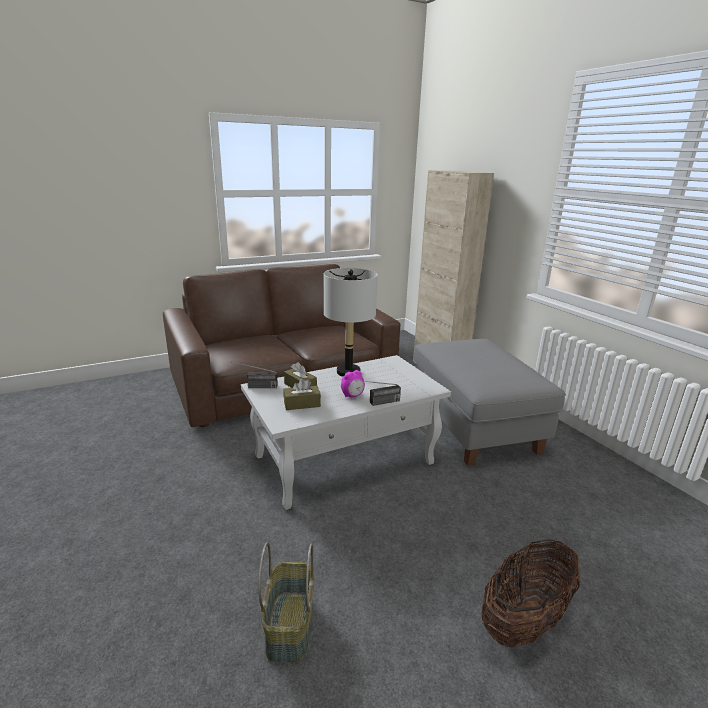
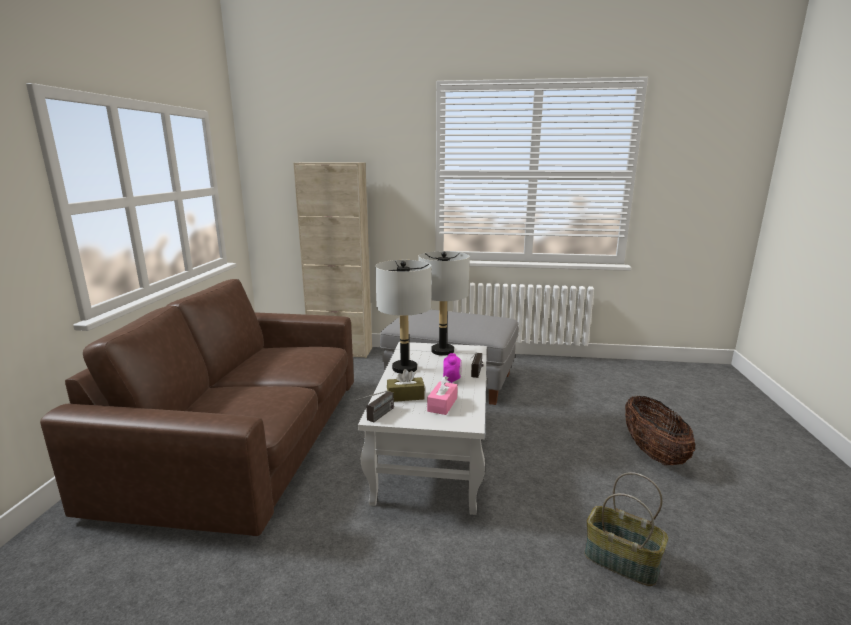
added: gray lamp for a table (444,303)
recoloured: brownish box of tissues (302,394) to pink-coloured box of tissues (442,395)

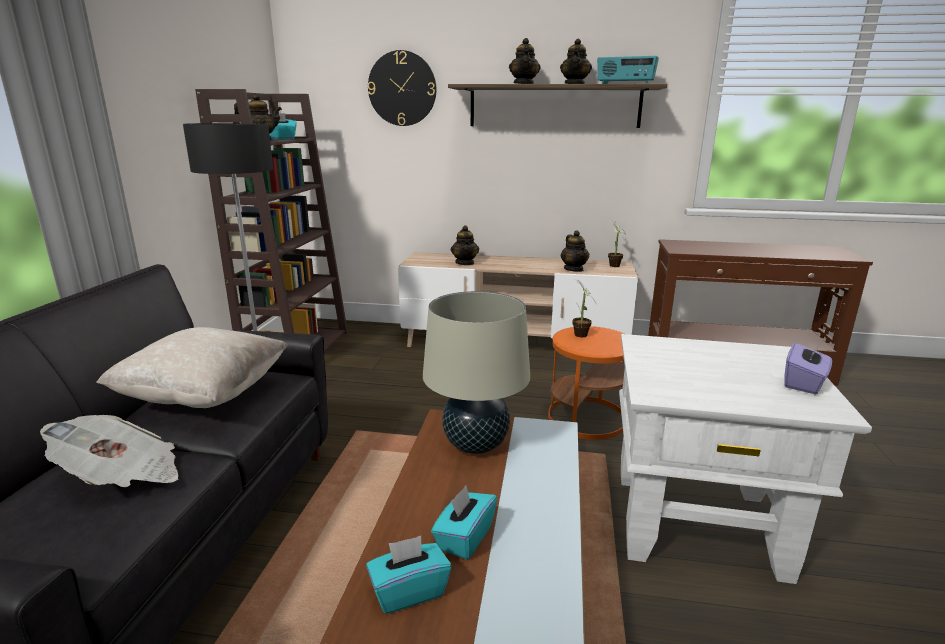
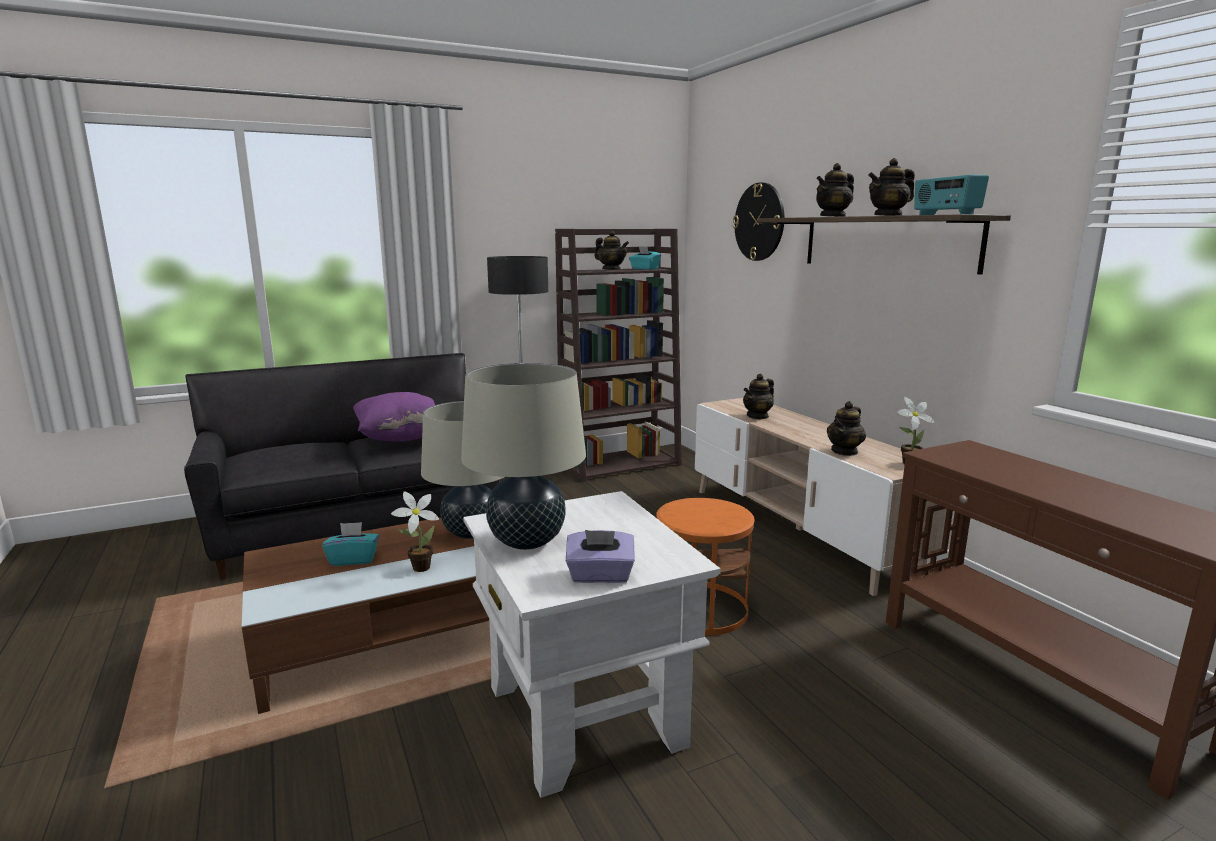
removed: newspaper (109,451); turquoise box of tissues (408,575)
added: beige lamp for a table (523,456)
moved: houseplant (584,308) to (415,532)
recoloured: beige throw pillow (192,367) to purplish throw pillow (394,417)

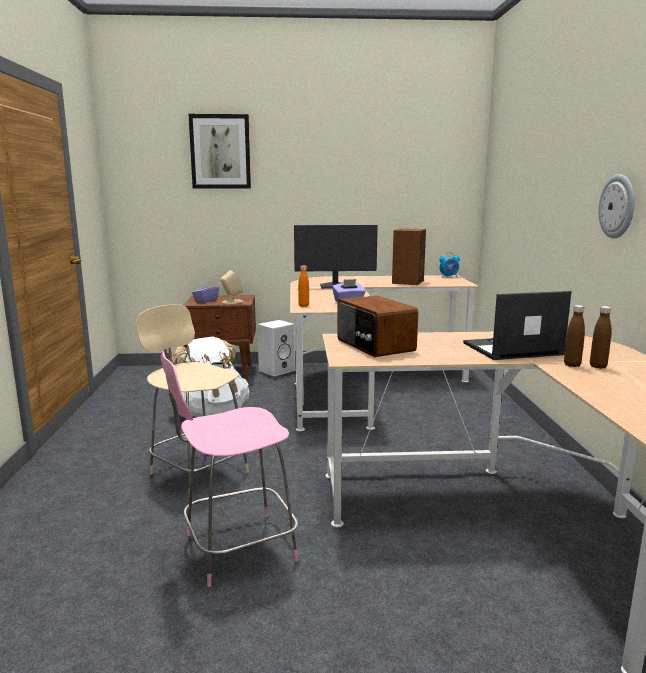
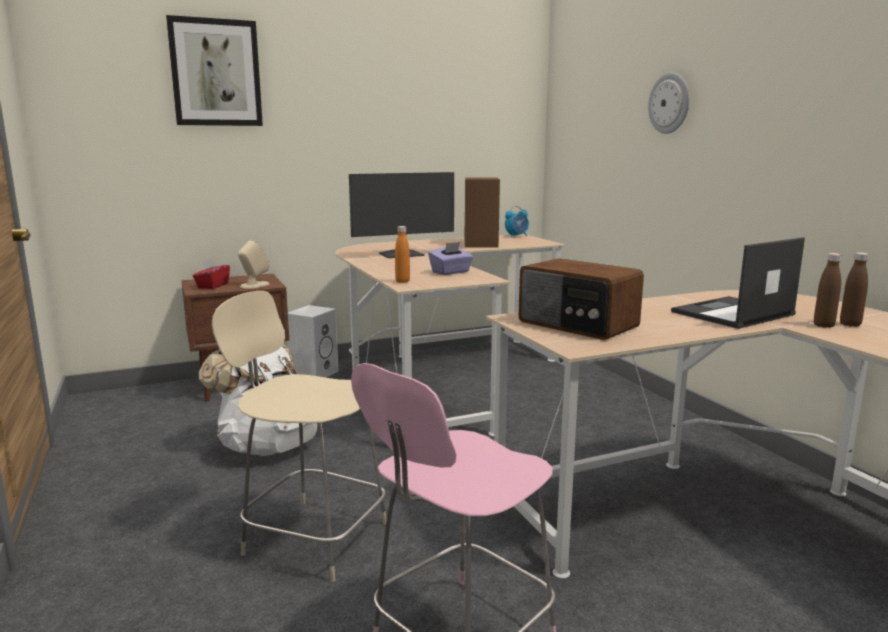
moved: wall clock (616,206) to (668,103)
recoloured: purplish box of tissues (205,292) to red box of tissues (211,273)

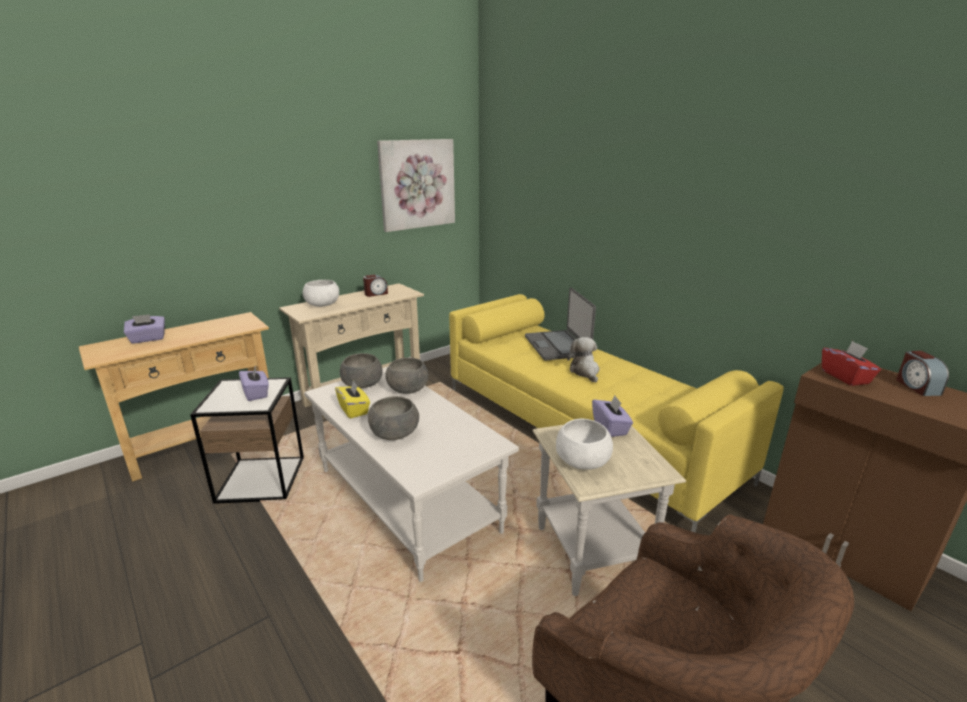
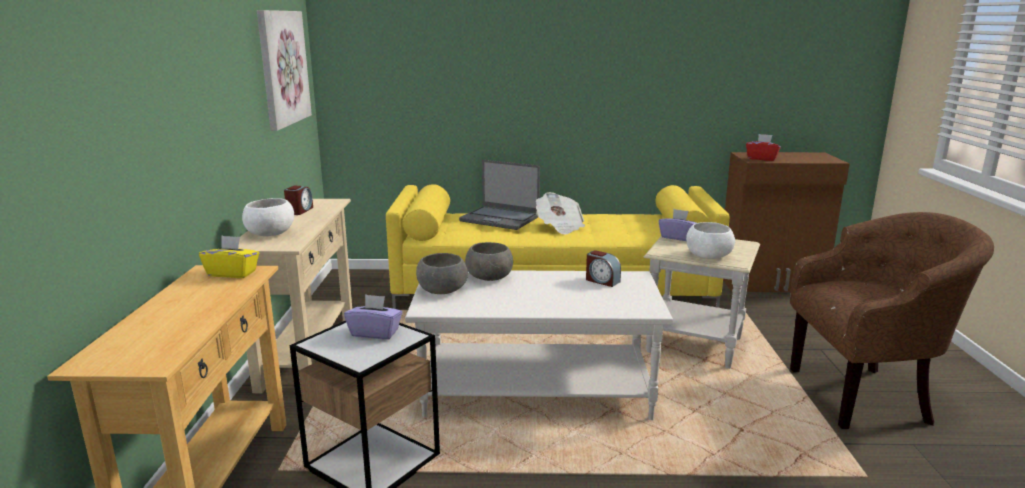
removed: purplish box of tissues (144,329); gray bowl (393,418)
moved: alarm clock (922,373) to (603,268); yellow-coloured box of tissues (352,399) to (229,256)
replaced: cuddly toy (583,360) to newspaper (560,213)

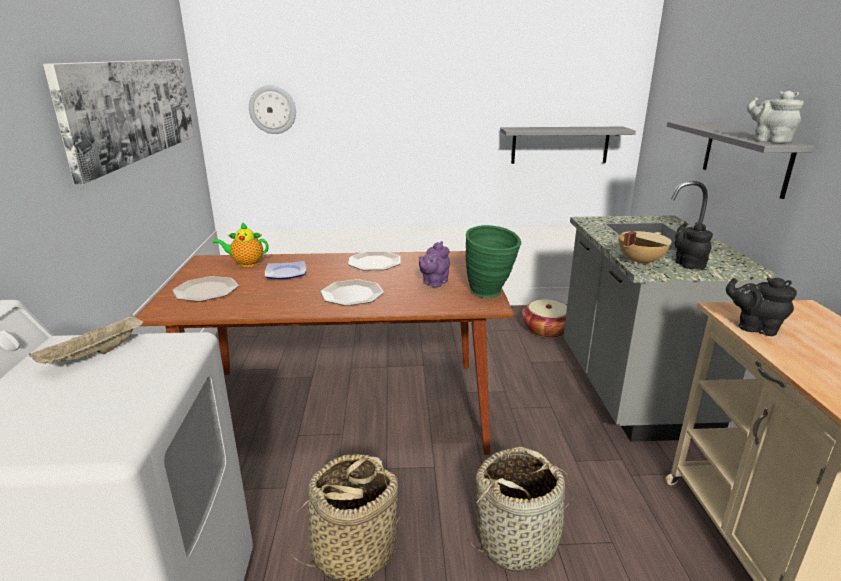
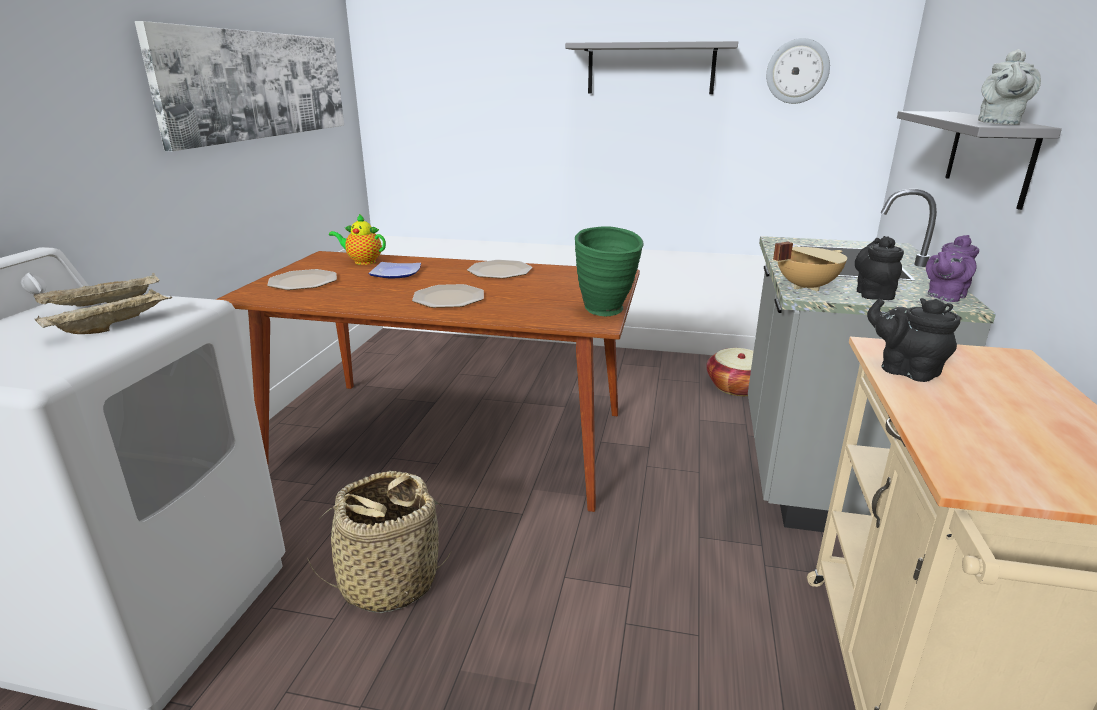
removed: household basket (523,509)
added: beige tray (103,311)
moved: wall clock (272,109) to (798,71); gray wall shelf (568,145) to (651,67); purplish tea pot (434,264) to (952,268)
turned: gray tea pot (775,116) = (1009,87) 135 degrees counterclockwise

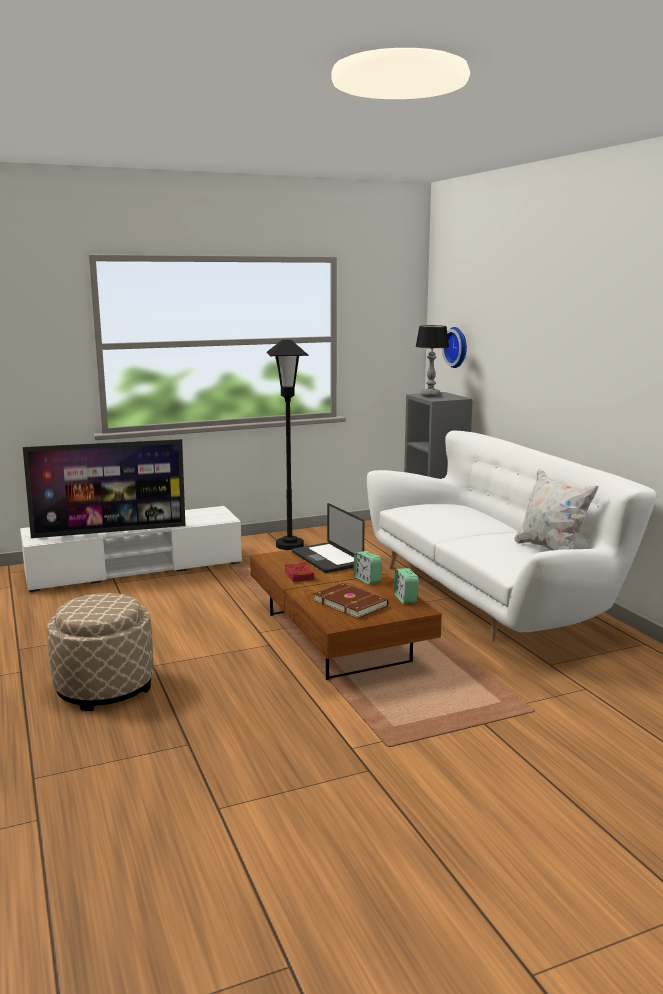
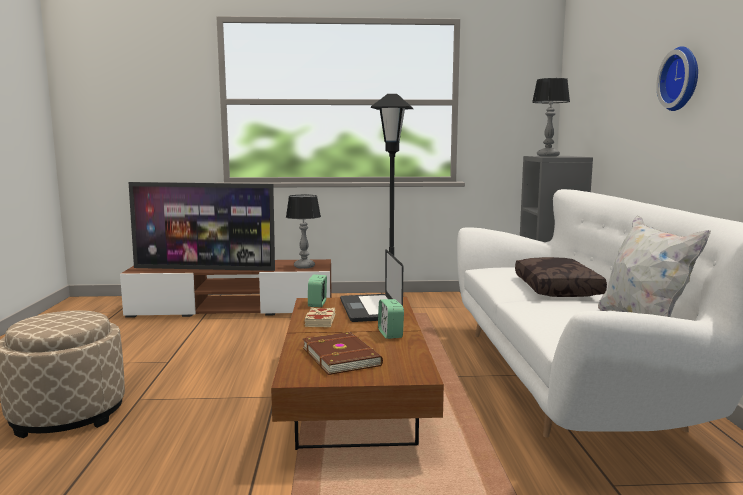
added: lamp for a table (303,232); brownish throw pillow (561,277)
moved: wall clock (454,347) to (677,78); alarm clock (406,586) to (317,290)
recoloured: white tv stand (131,549) to brownish tv stand (226,288); red volume (299,572) to beige volume (319,317)

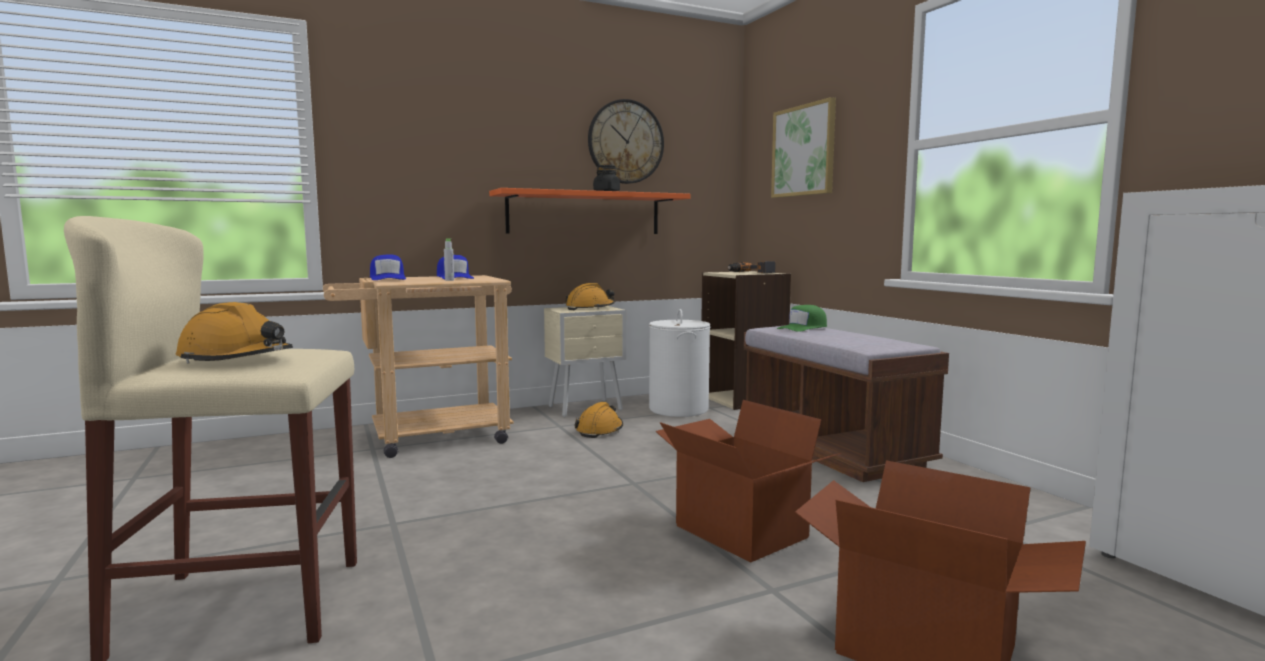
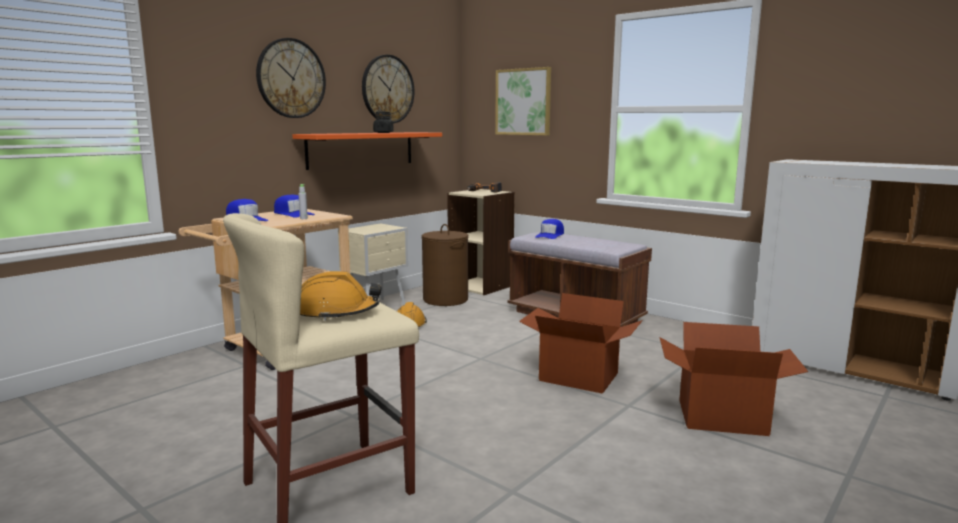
removed: orange-coloured hard hat (590,296)
added: wall clock (291,78)
recoloured: green-coloured baseball cap (802,318) to blue-coloured baseball cap (549,229); white laundry basket (679,363) to brownish laundry basket (445,265)

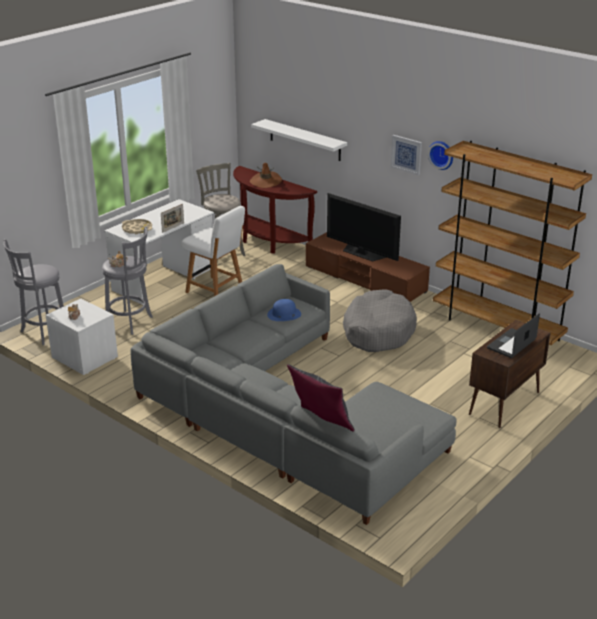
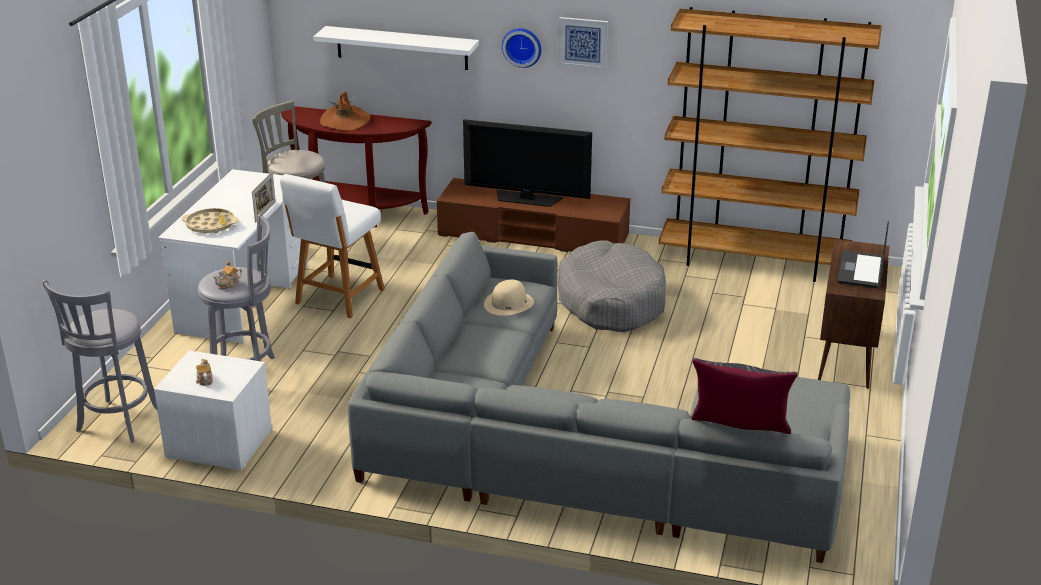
moved: wall clock (440,155) to (521,48)
recoloured: blue-coloured wearable hat (284,310) to beige wearable hat (509,297)
turned: white upright chair (213,251) = (332,246) 105 degrees clockwise

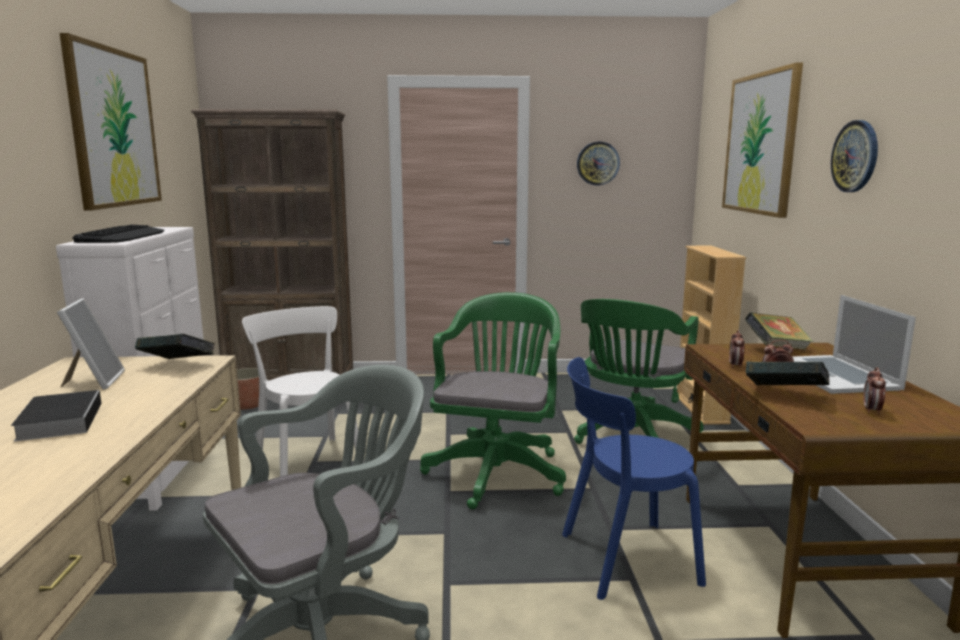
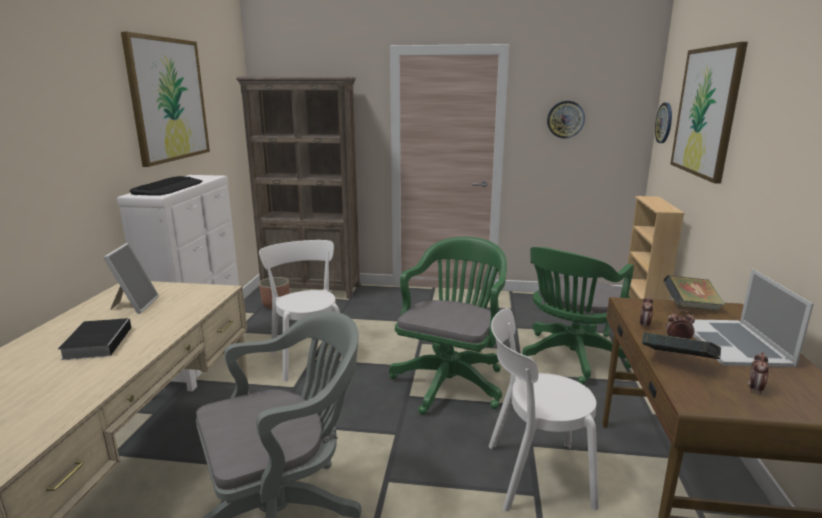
removed: volume (175,346)
moved: wall clock (854,156) to (663,123)
recoloured: blue-coloured upright chair (634,478) to white upright chair (544,409)

